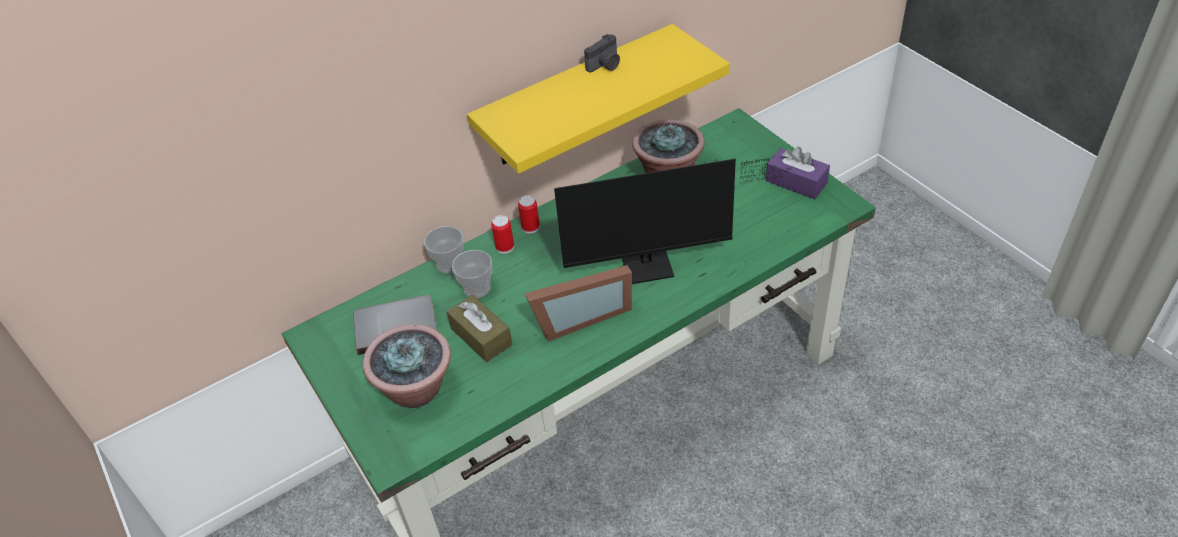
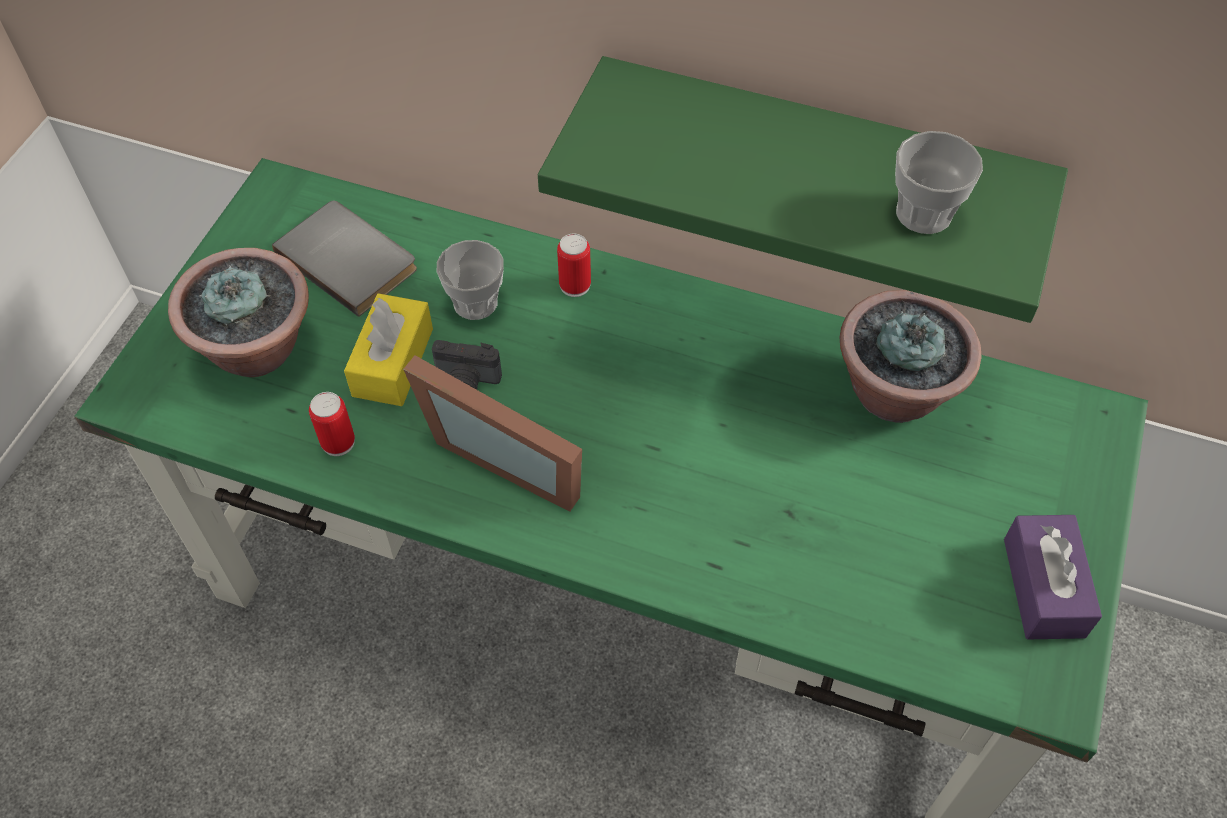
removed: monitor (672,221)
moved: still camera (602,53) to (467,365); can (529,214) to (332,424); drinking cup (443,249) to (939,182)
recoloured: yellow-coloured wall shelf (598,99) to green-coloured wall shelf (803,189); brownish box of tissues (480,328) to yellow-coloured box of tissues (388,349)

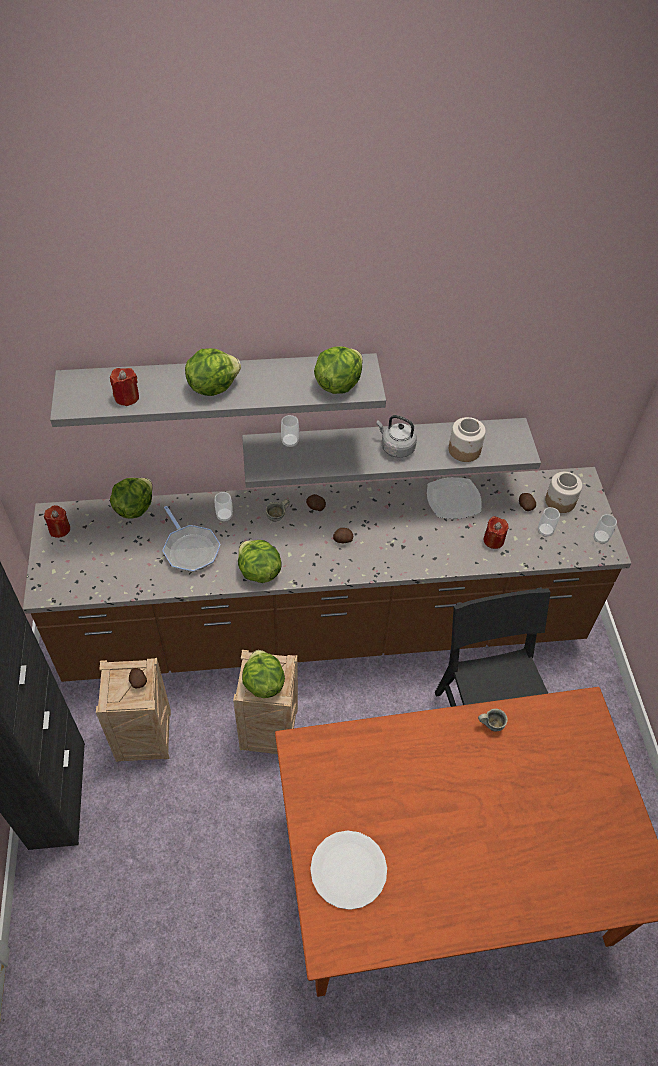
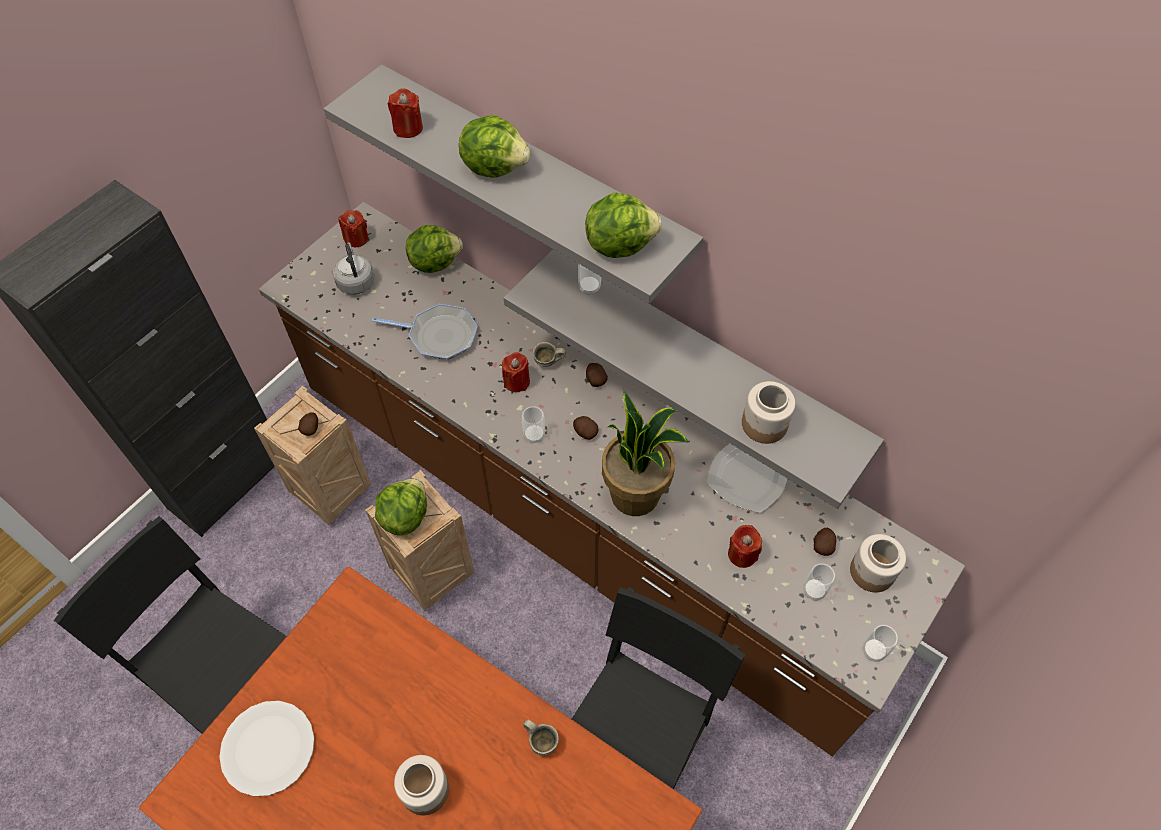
removed: head of lettuce (260,561)
added: red wax candle (516,372); houseplant (645,453); black-coloured upright chair (170,625); jar (421,785)
moved: gray water kettle (396,436) to (354,268); drinking cup (224,507) to (533,425)
turned: skillet (191,539) = (425,332) 90 degrees counterclockwise

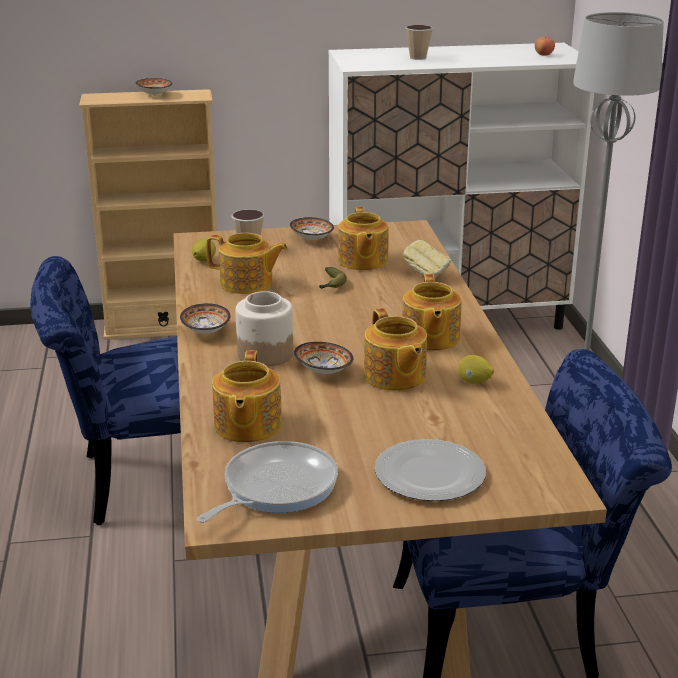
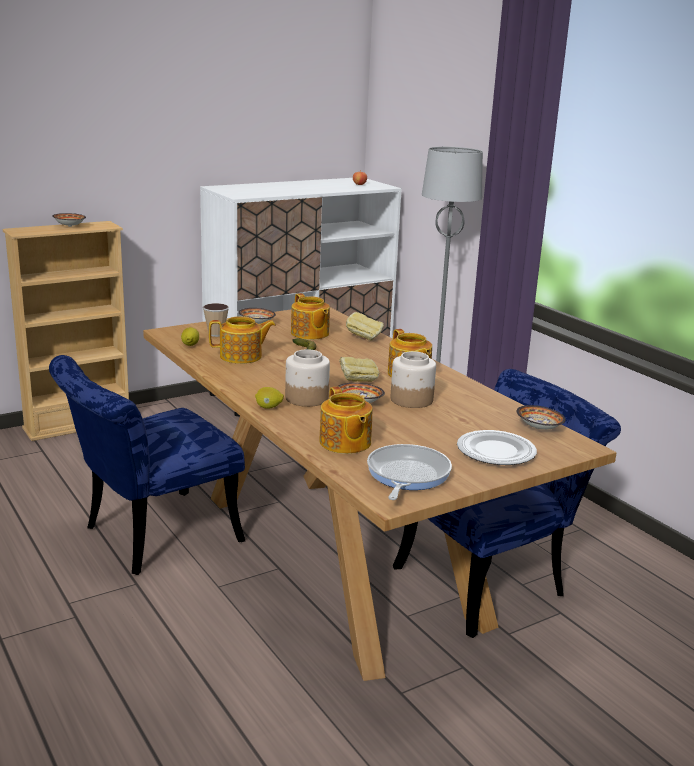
removed: drinking cup (419,42)
added: bread (359,369)
moved: bowl (205,318) to (540,417); lemon (476,369) to (269,398)
replaced: tea pot (395,349) to jar (413,379)

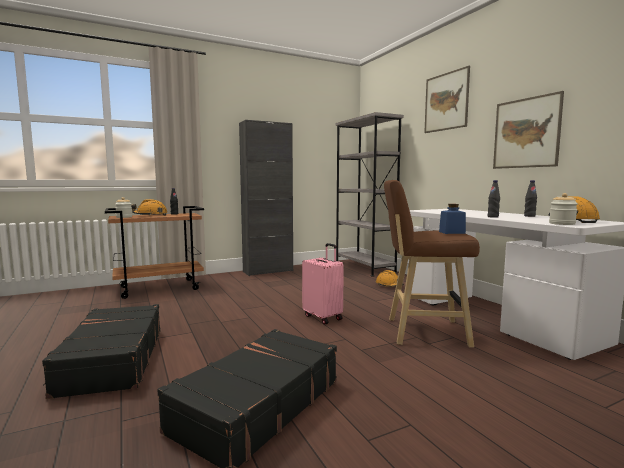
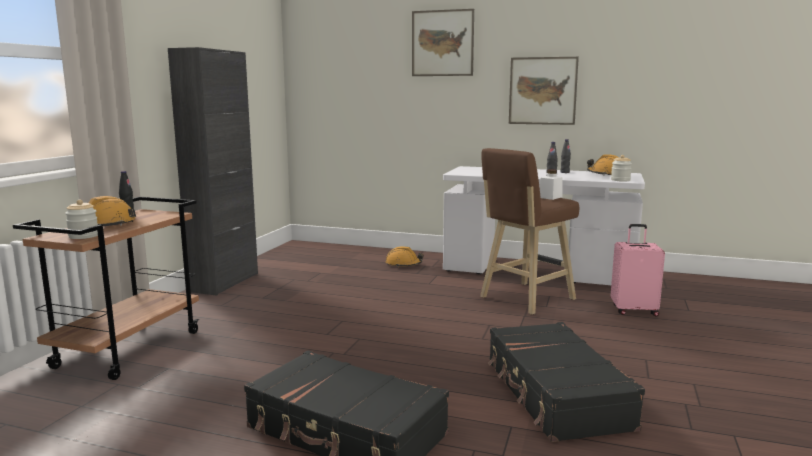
removed: gray shelving unit (370,194)
moved: pink-coloured travel case (323,283) to (638,270)
recoloured: blue-coloured jar (452,219) to white jar (551,184)

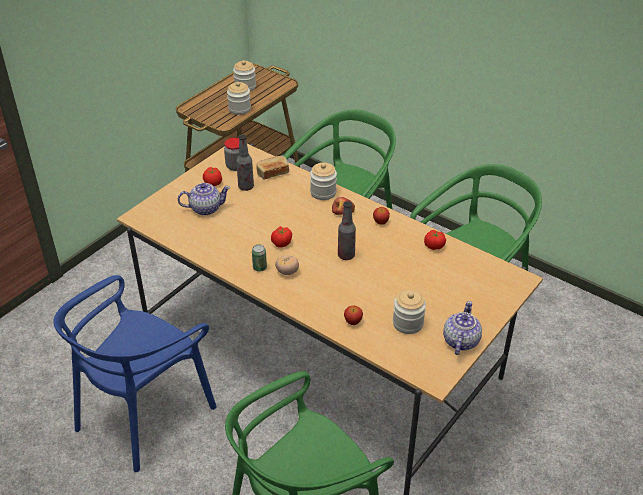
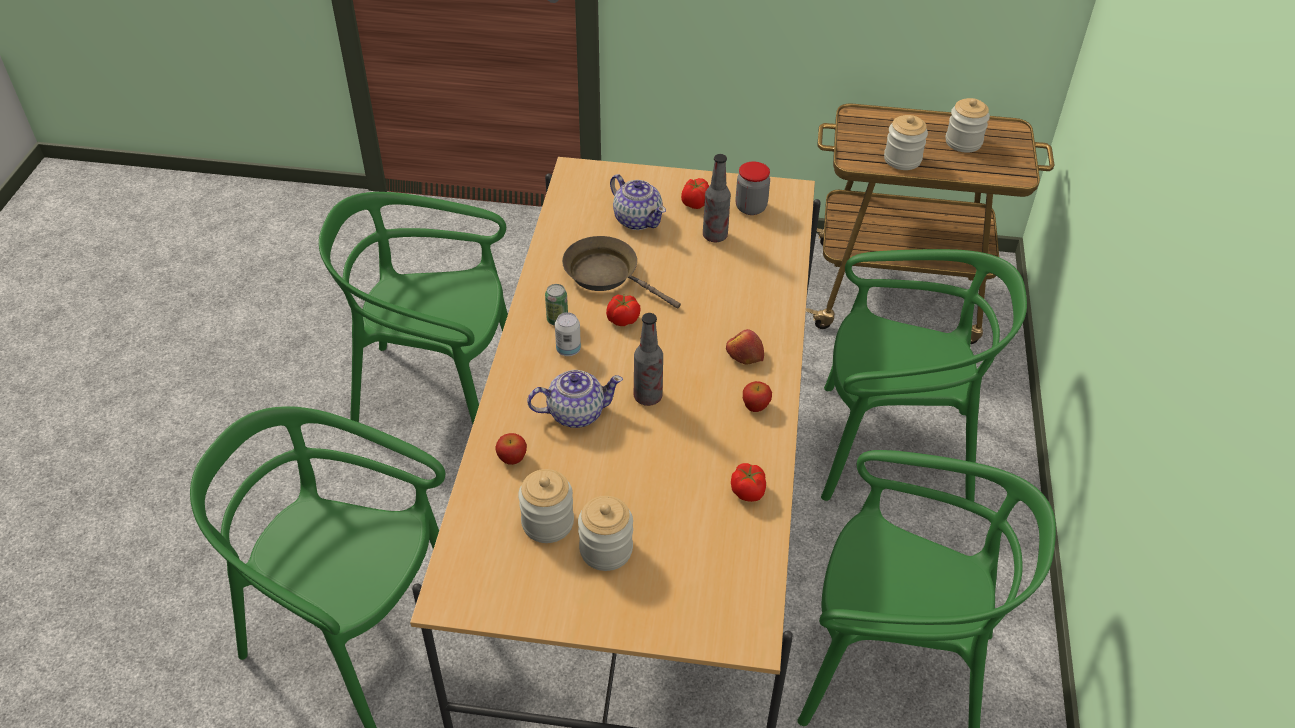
removed: bread (272,168)
added: brownish skillet (621,272)
moved: jar (323,181) to (605,533); tea pot (462,328) to (575,399)
replaced: whole tomato (287,265) to can (568,334)
recoloured: blue-coloured upright chair (135,373) to green-coloured upright chair (413,308)

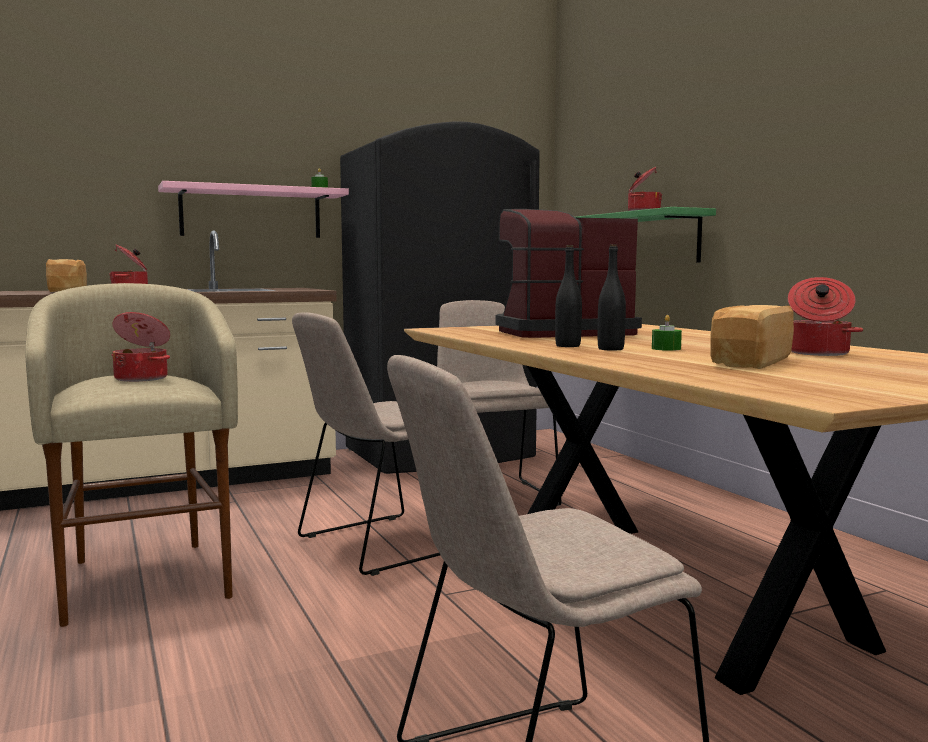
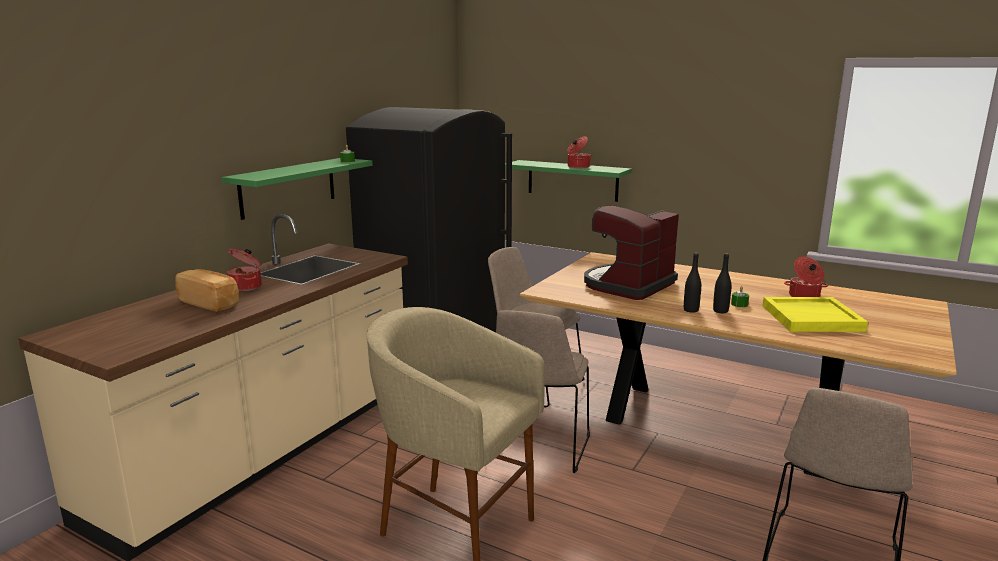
removed: stockpot (140,347)
replaced: bread (752,337) to yellow-coloured tray (815,314)
recoloured: pink-coloured wall shelf (253,209) to green-coloured wall shelf (297,189)

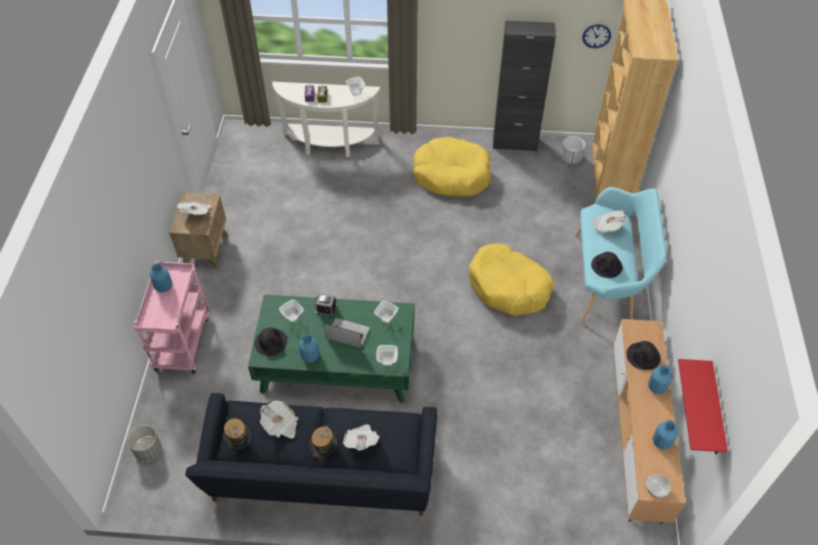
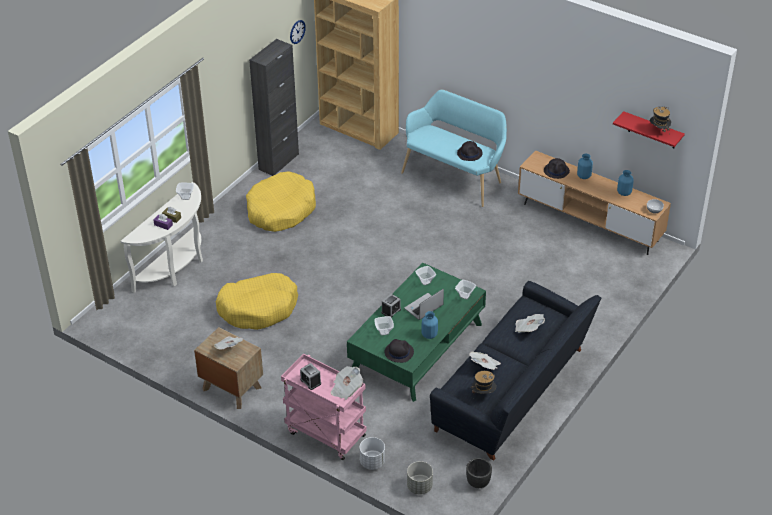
added: black-coloured flower pot (479,473)
moved: white flower pot (573,150) to (372,453); newspaper (610,221) to (346,383); yellow-coloured pet bed (511,280) to (257,301); wearable hat (323,445) to (660,119)
replaced: blue-coloured flower vase (161,278) to alarm clock (310,376)

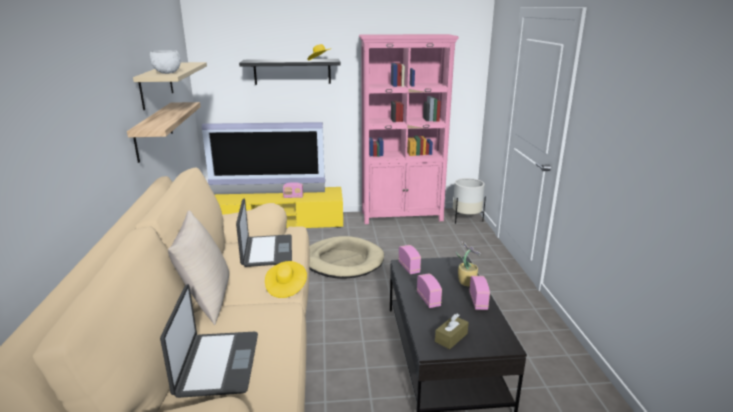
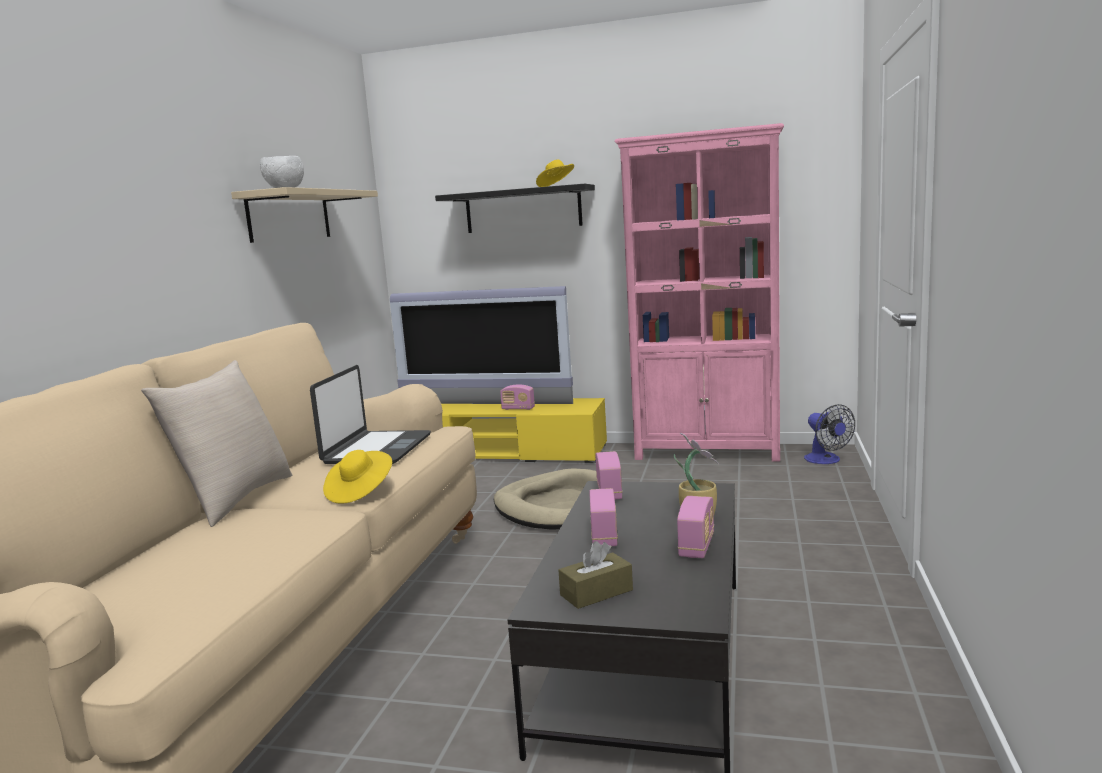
removed: wall shelf (164,132); laptop (209,341)
replaced: white flower pot (469,201) to cooling fan (829,434)

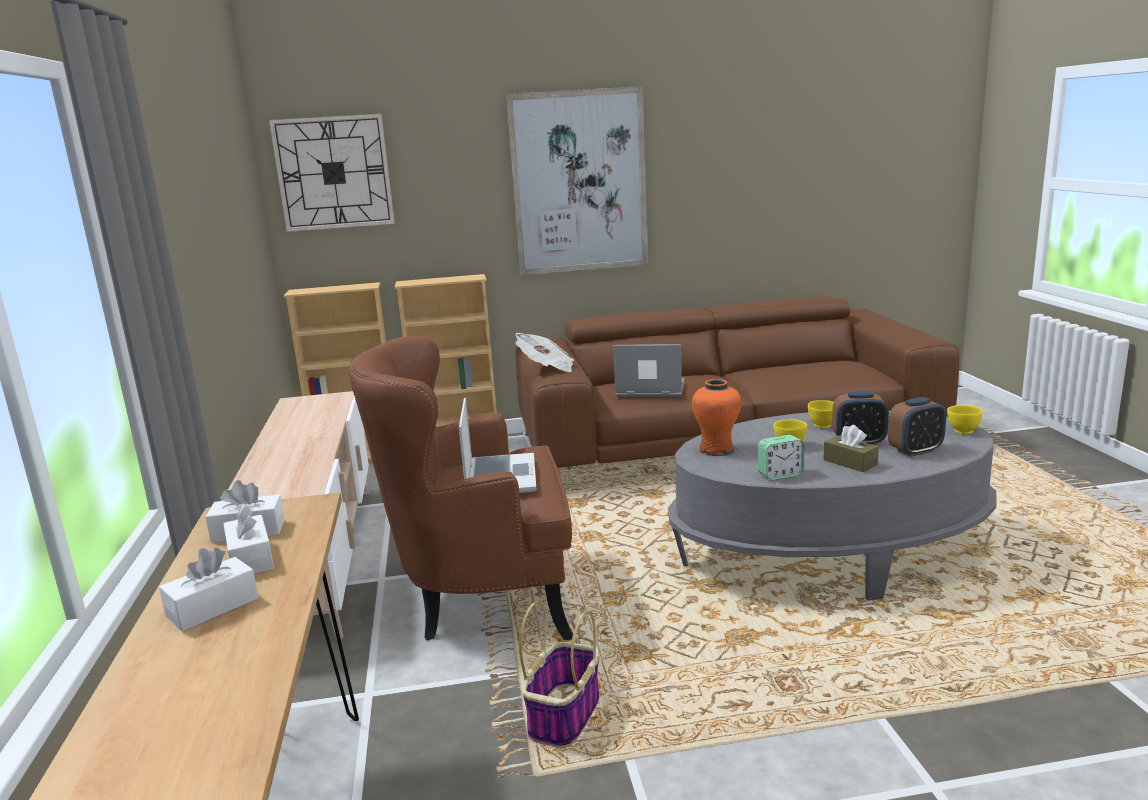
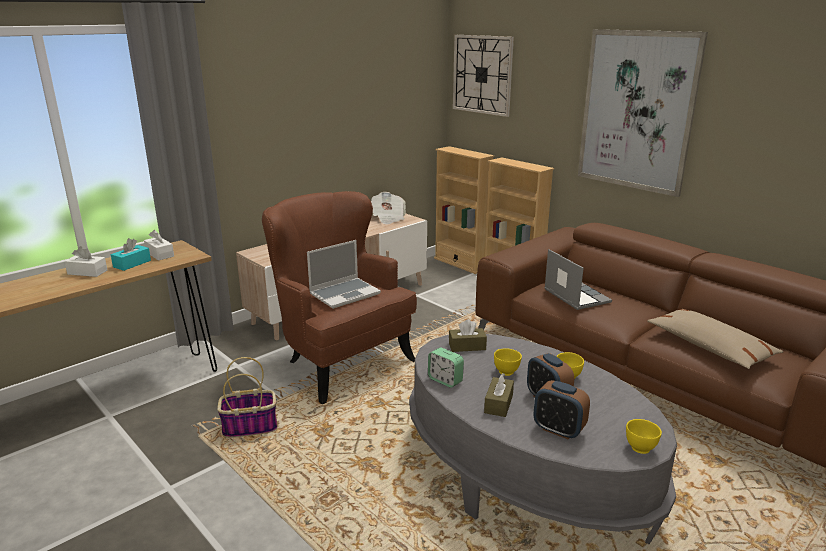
added: beige throw pillow (715,339)
moved: newspaper (544,352) to (388,208)
replaced: orange-coloured flower vase (716,417) to brownish box of tissues (468,335)
recoloured: white box of tissues (248,538) to turquoise box of tissues (131,254)

